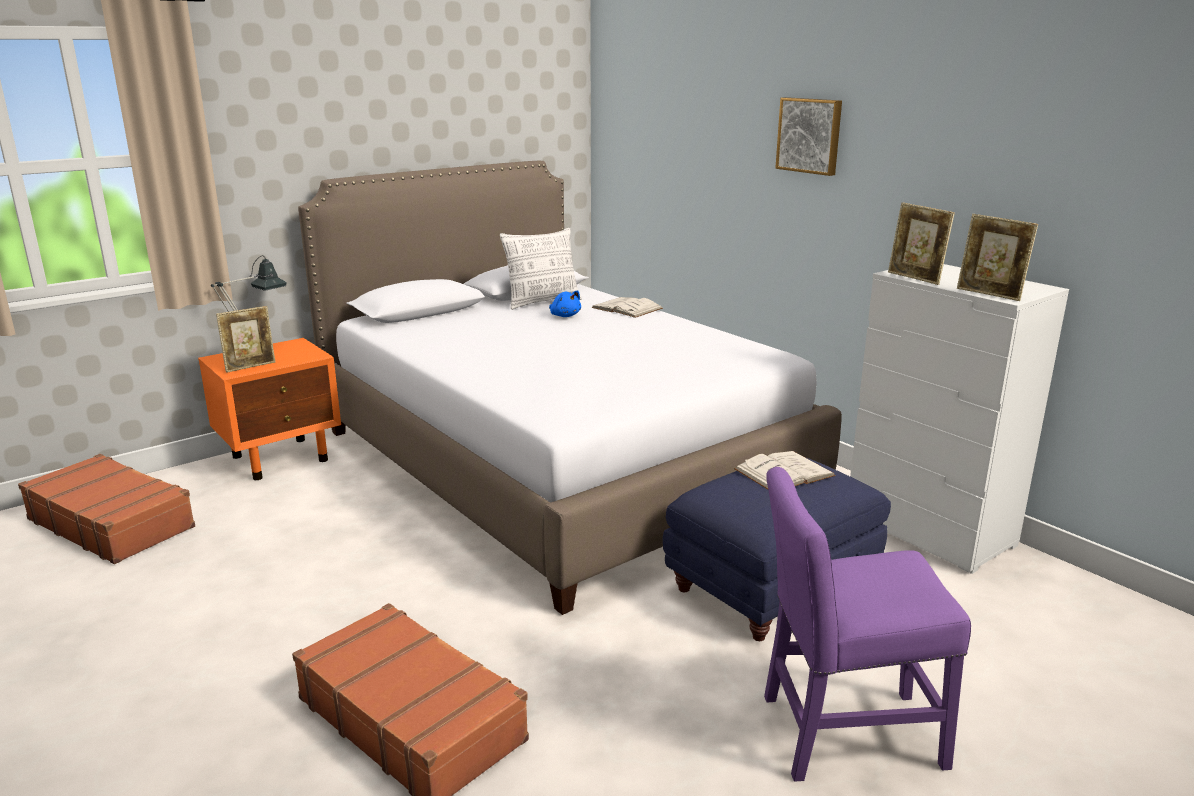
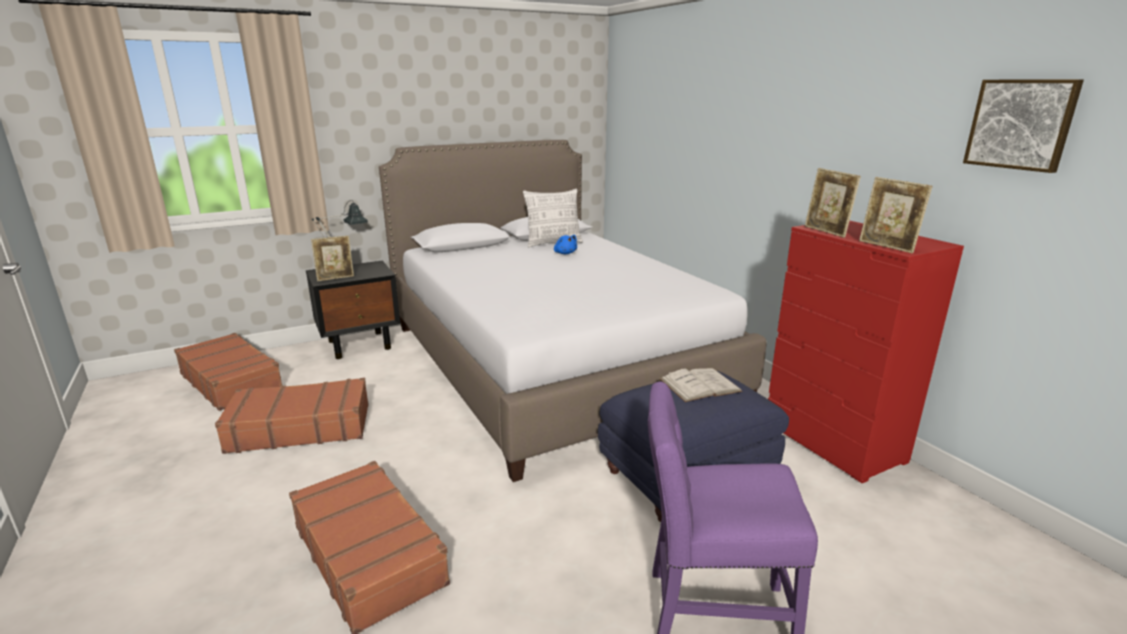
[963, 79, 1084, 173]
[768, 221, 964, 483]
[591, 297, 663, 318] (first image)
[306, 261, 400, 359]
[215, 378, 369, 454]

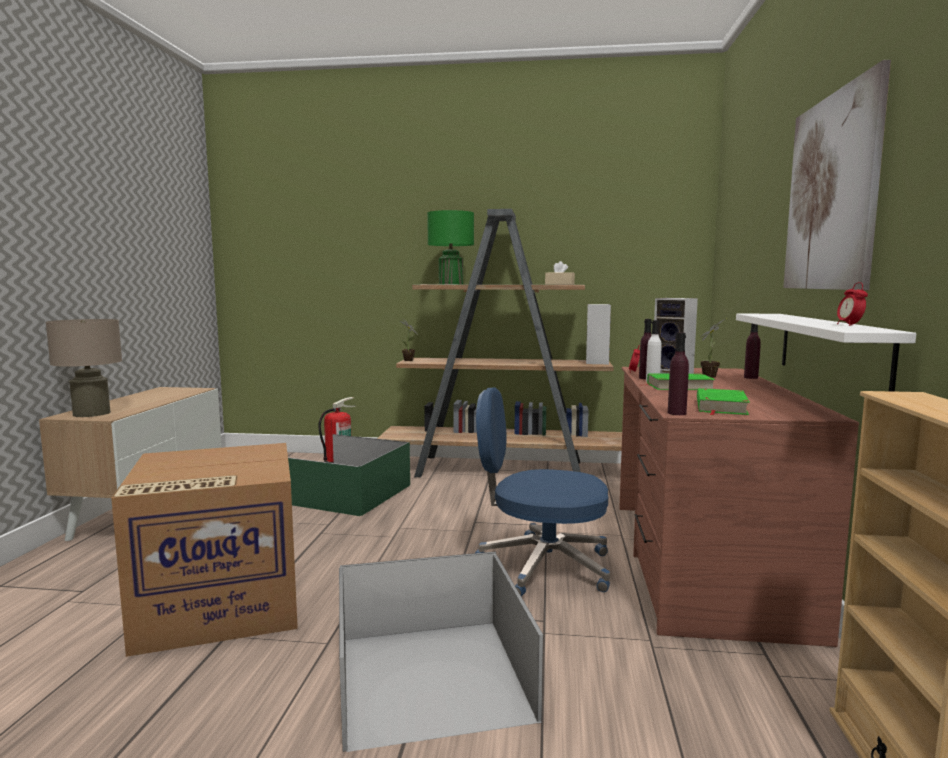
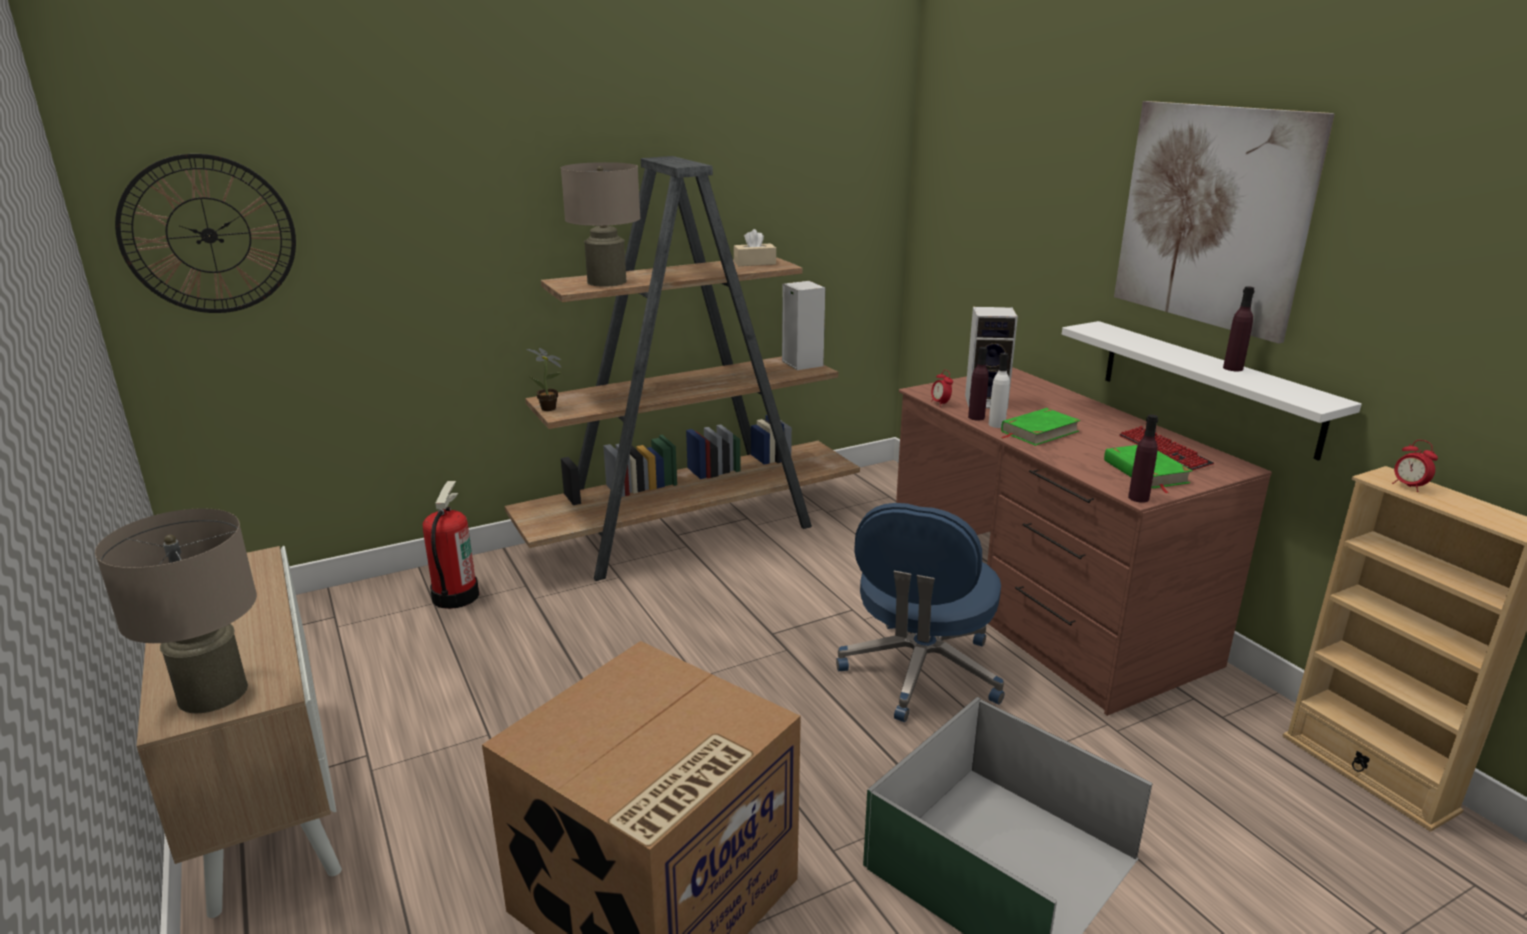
[561, 162, 640, 287]
[1392, 440, 1438, 492]
[700, 319, 725, 378] (first image)
[1223, 286, 1255, 371]
[836, 503, 1004, 722]
[288, 434, 410, 516] (first image)
[115, 154, 296, 313]
[1119, 426, 1214, 471]

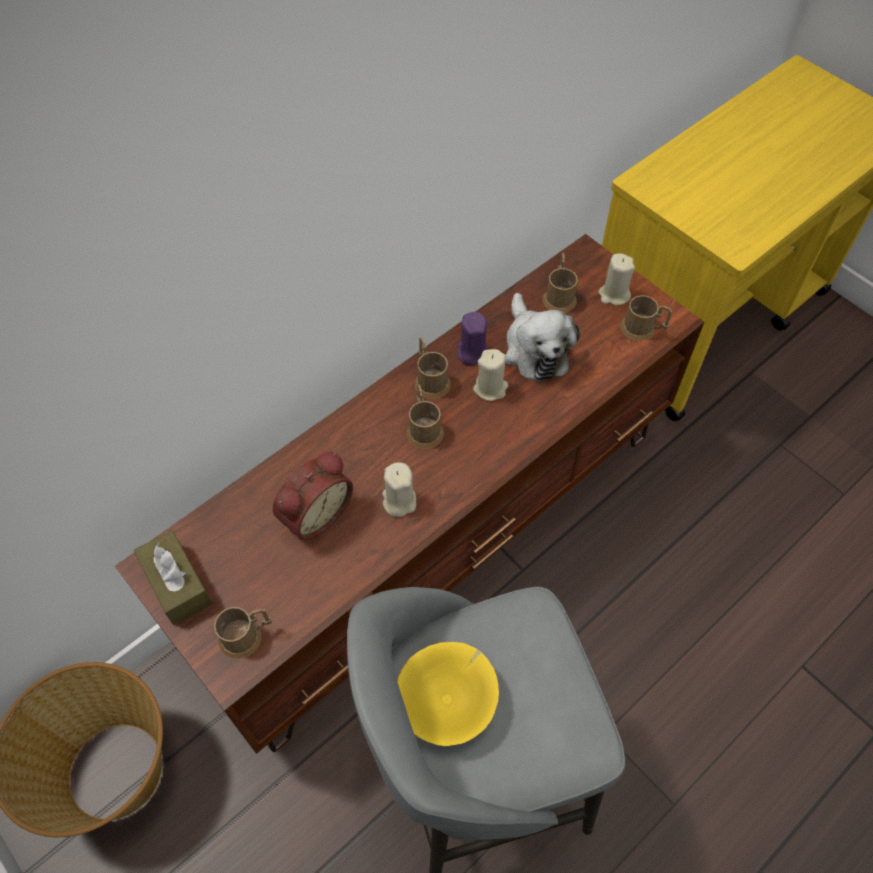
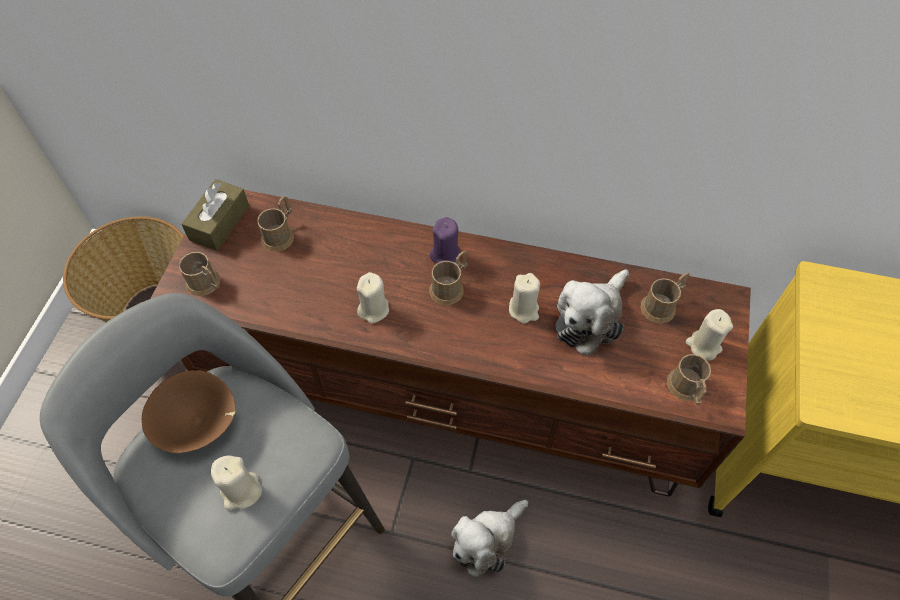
[429, 217, 460, 263]
[257, 196, 294, 252]
[273, 452, 353, 540] (first image)
[142, 370, 236, 453]
[211, 455, 262, 510]
[451, 500, 528, 578]

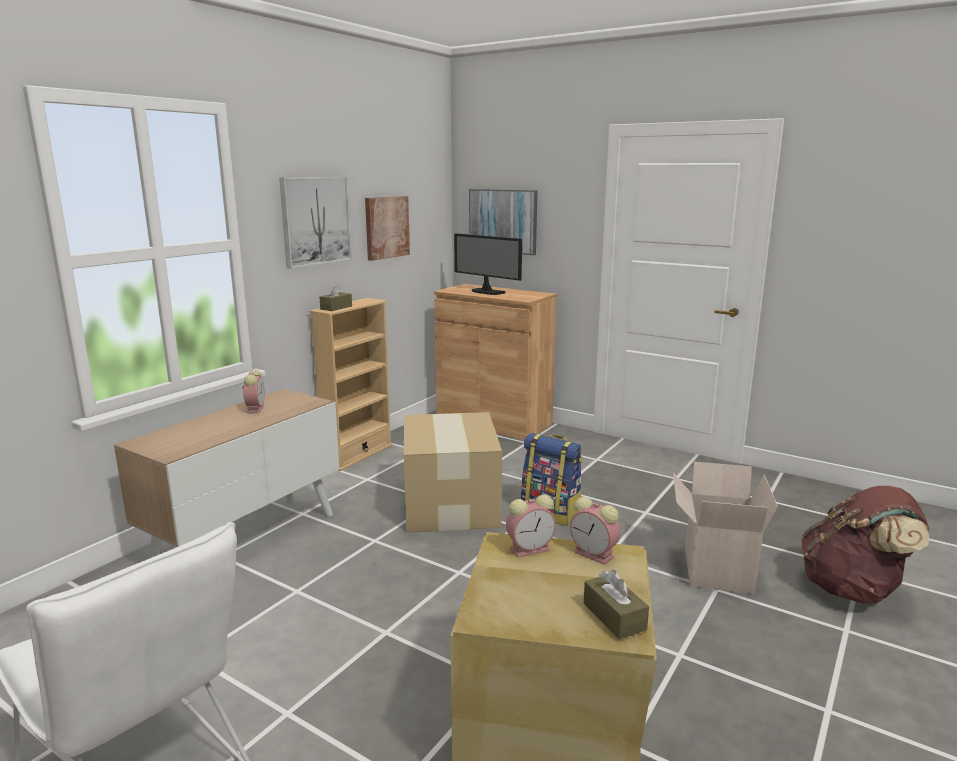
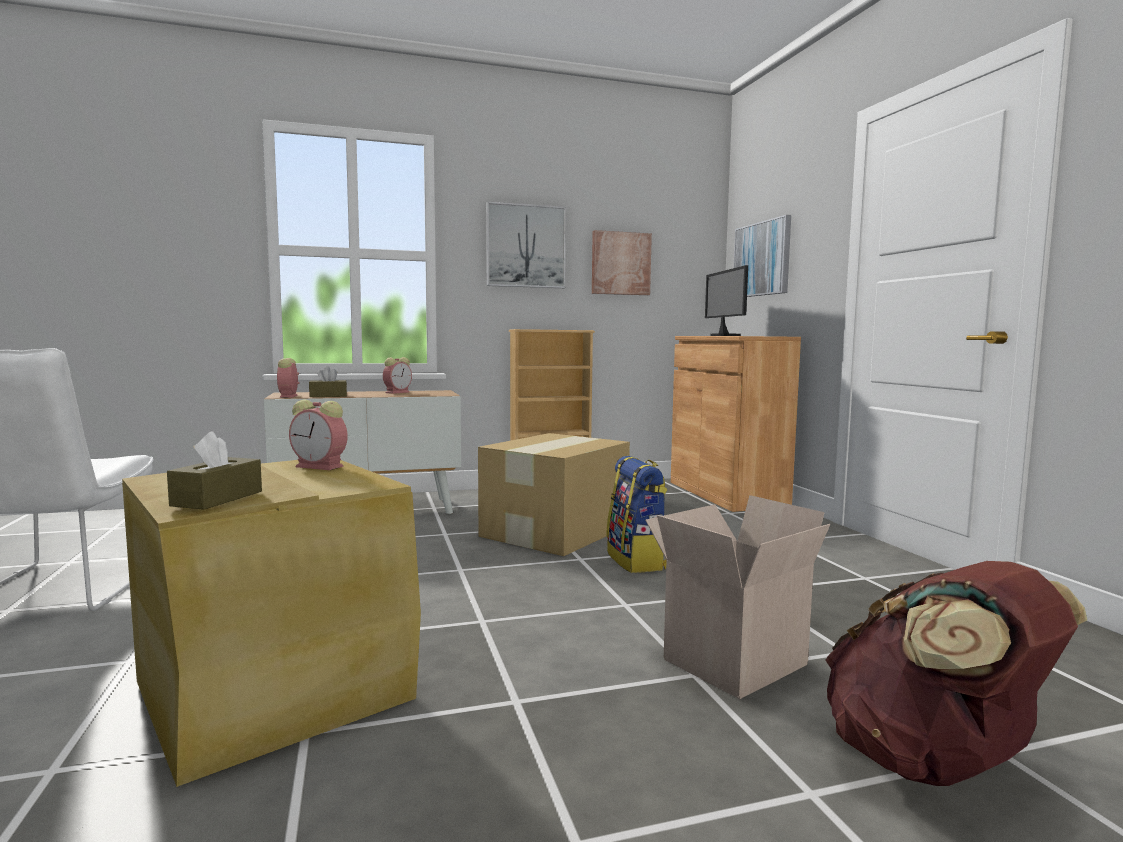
[309, 366, 347, 397]
[277, 358, 299, 398]

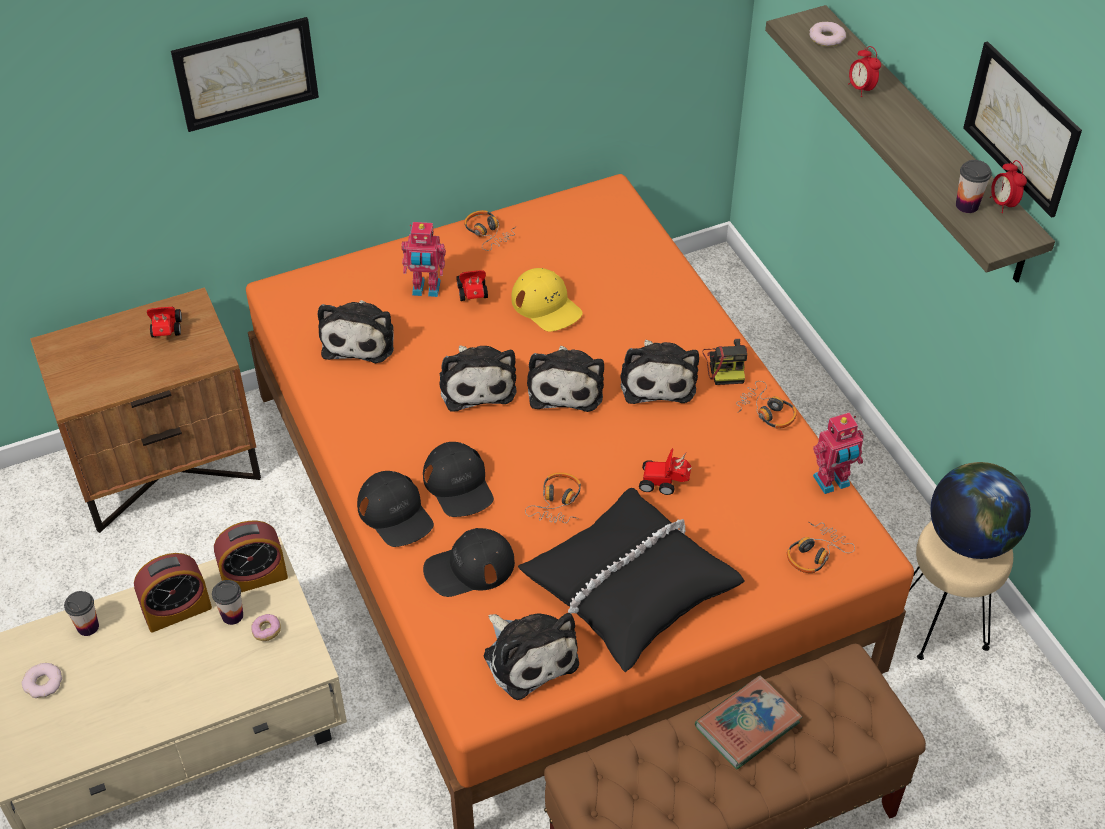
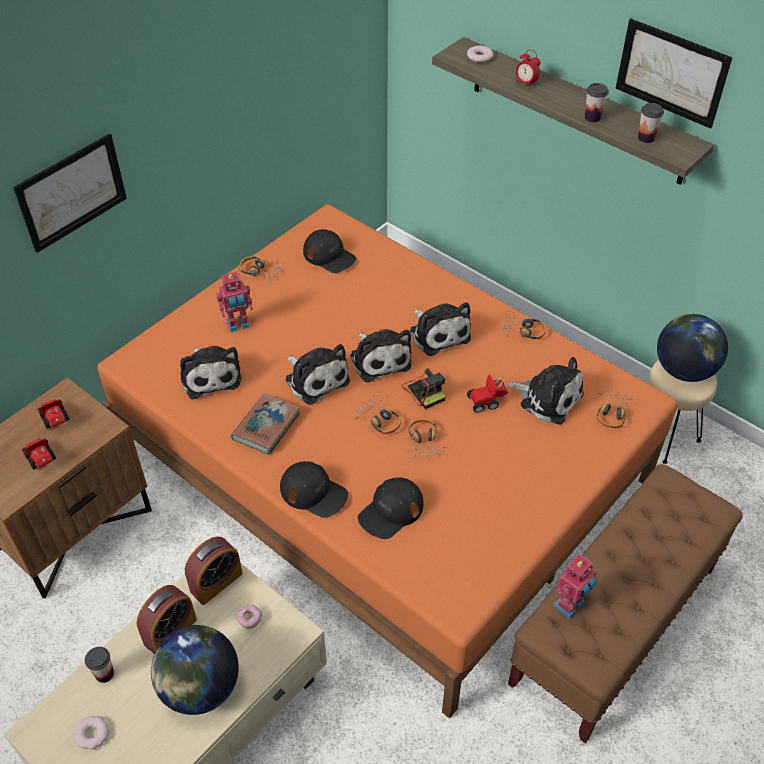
[990, 160, 1027, 213] (first image)
[511, 268, 583, 332] (first image)
[22, 439, 56, 470]
[402, 368, 446, 409]
[553, 554, 596, 619]
[303, 229, 357, 273]
[518, 488, 745, 672] (first image)
[585, 83, 609, 122]
[507, 357, 584, 424]
[231, 393, 300, 455]
[355, 395, 401, 434]
[151, 625, 239, 715]

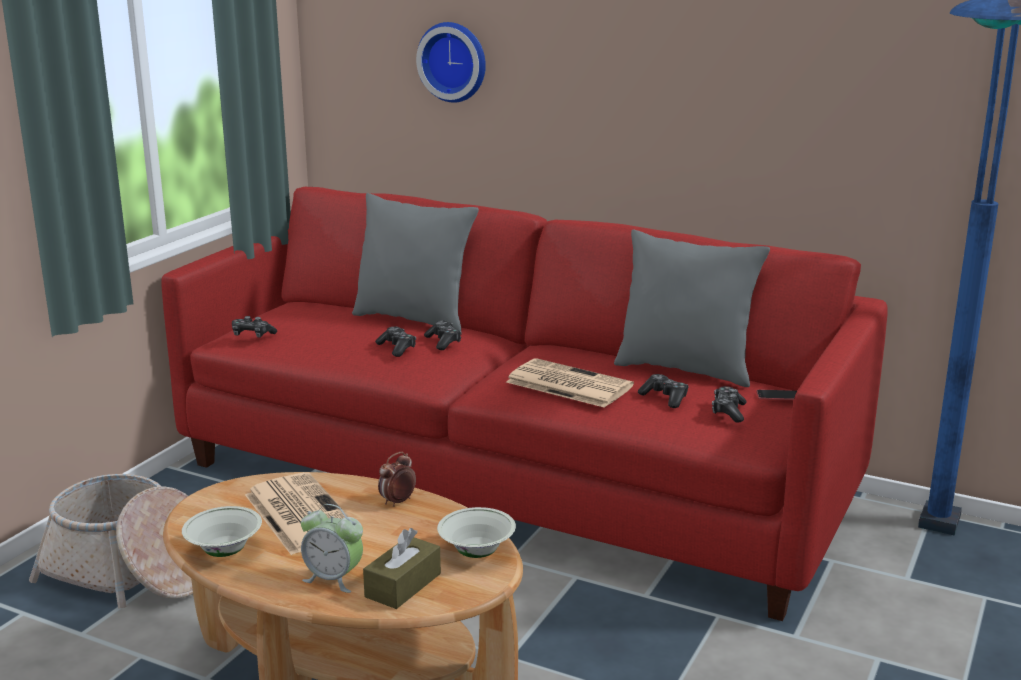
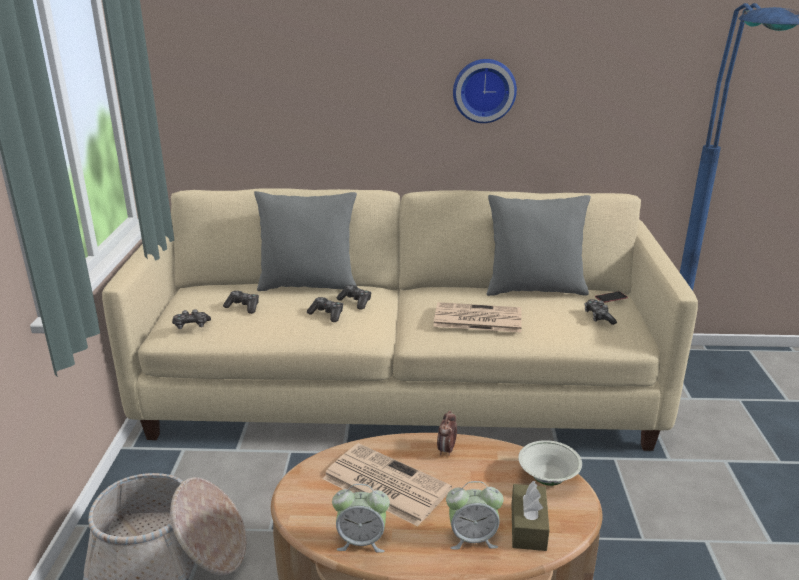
[453, 59, 517, 123]
[102, 188, 698, 451]
[223, 291, 259, 314]
[332, 484, 390, 553]

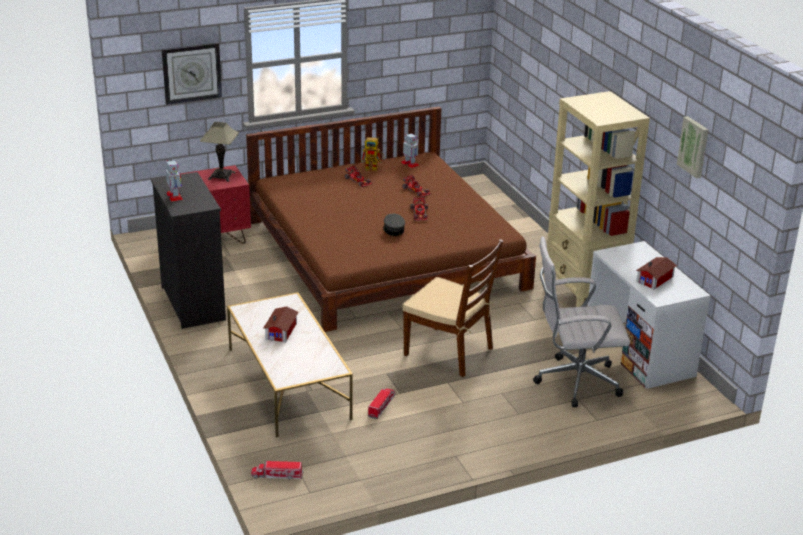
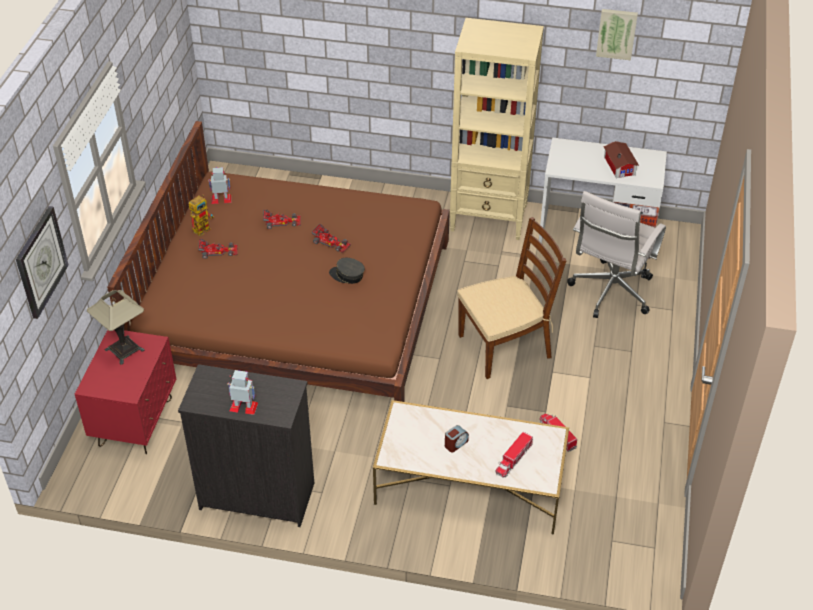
[445, 425, 469, 452]
[496, 432, 533, 477]

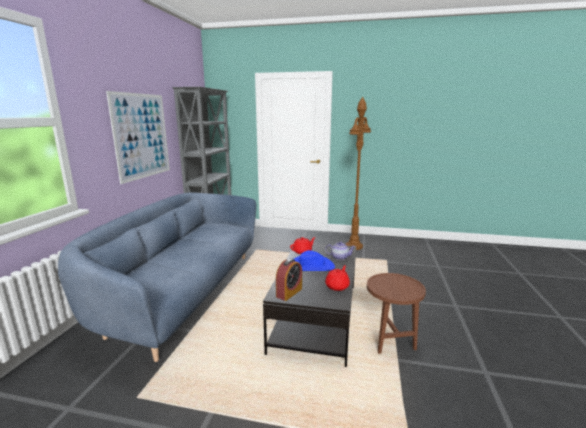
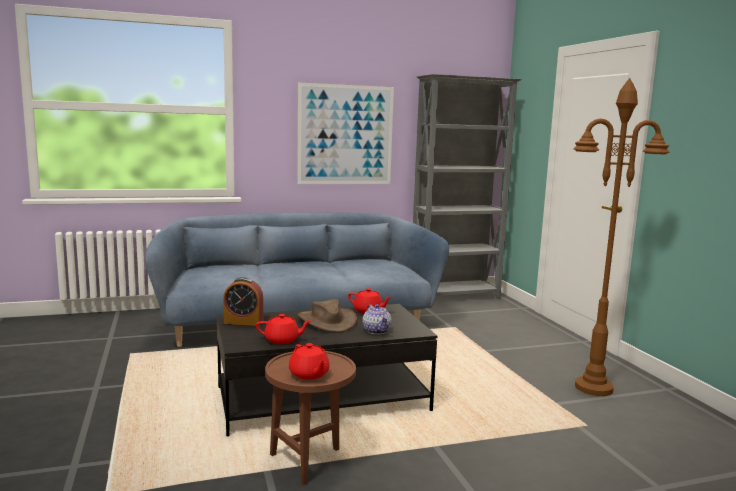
[298, 299, 357, 332]
[289, 343, 330, 379]

